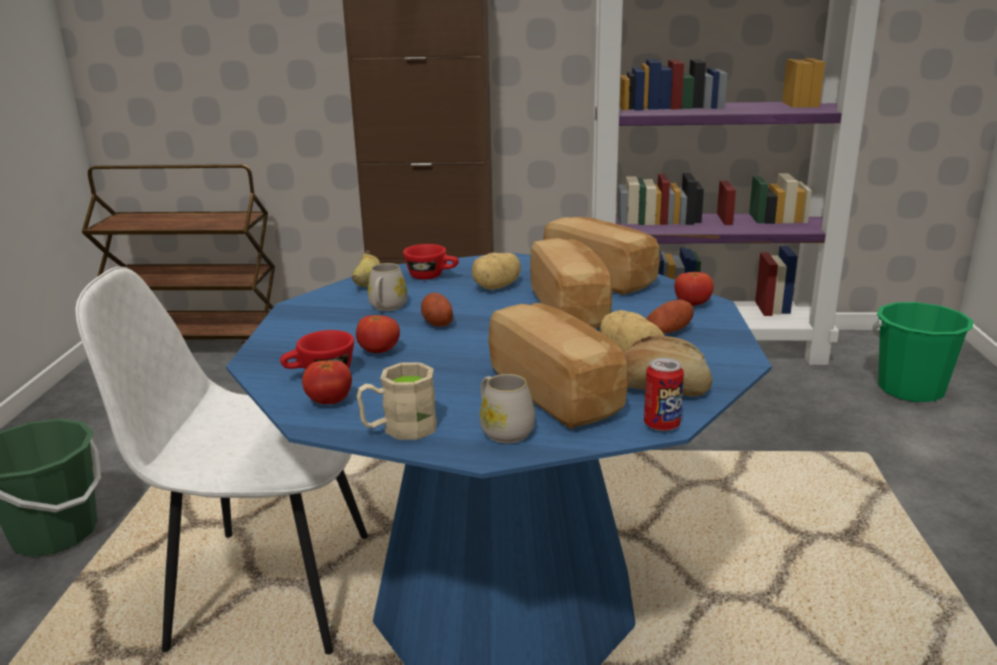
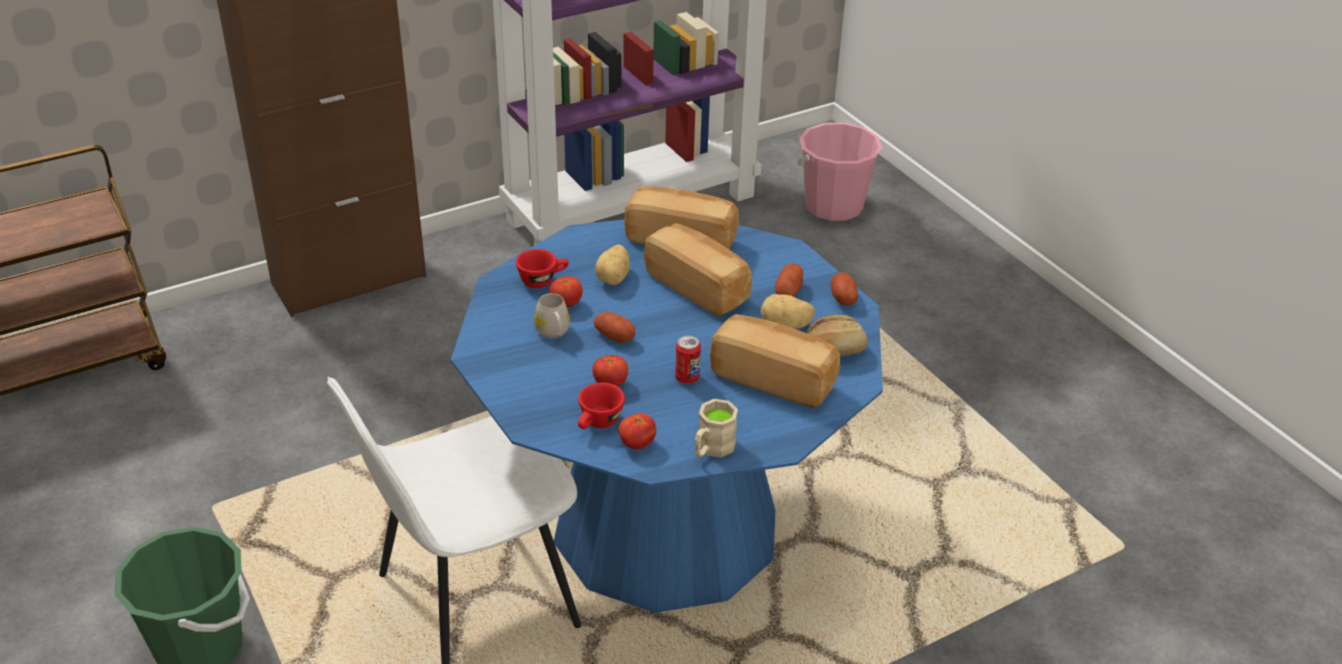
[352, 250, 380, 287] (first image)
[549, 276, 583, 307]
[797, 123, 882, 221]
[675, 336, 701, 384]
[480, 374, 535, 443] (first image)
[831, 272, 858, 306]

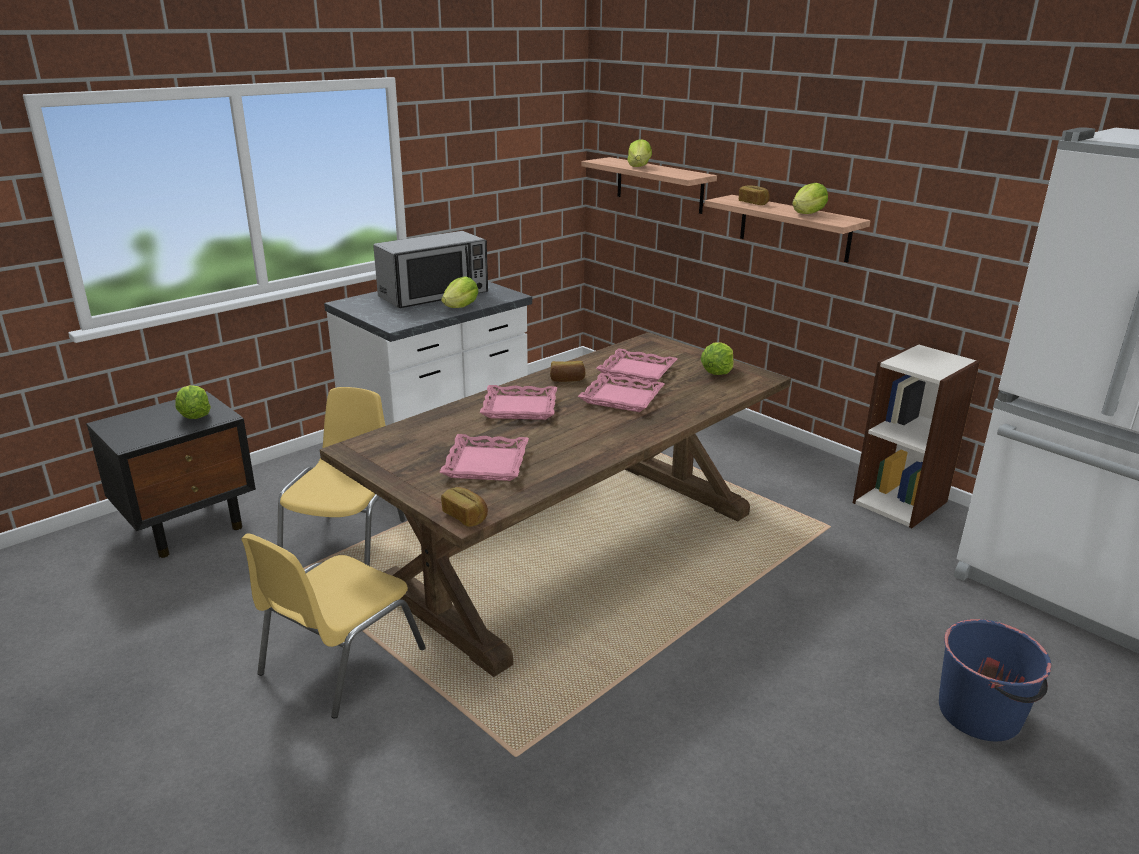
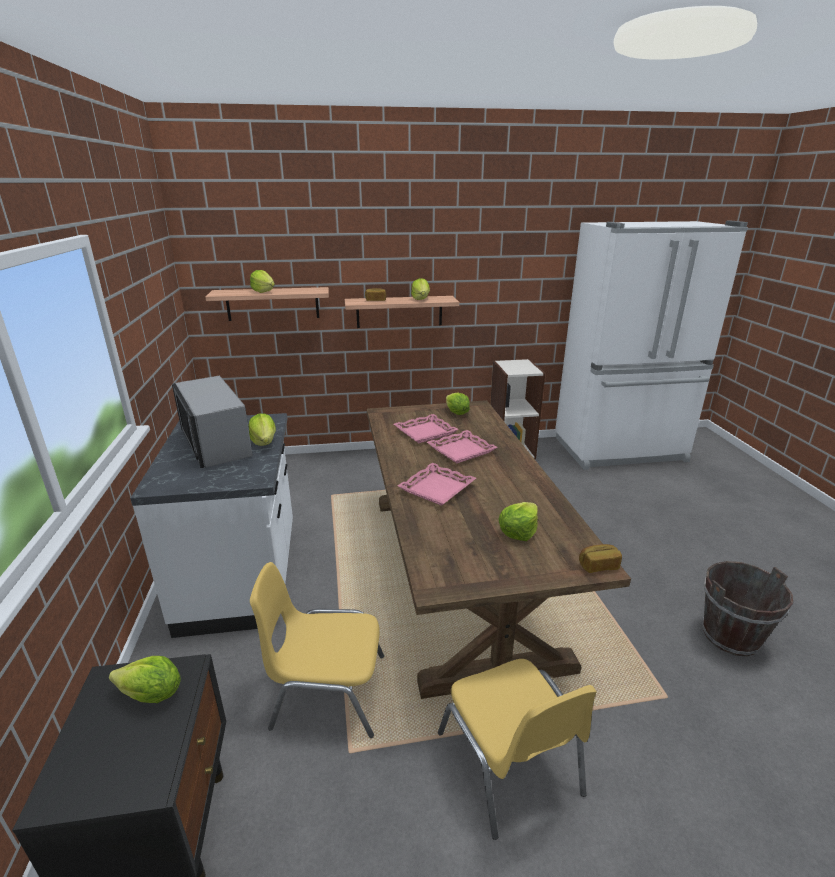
[172, 376, 253, 468]
[550, 361, 585, 382] (first image)
[250, 562, 384, 738]
[498, 502, 538, 541]
[939, 619, 1051, 741] (first image)
[702, 561, 793, 656]

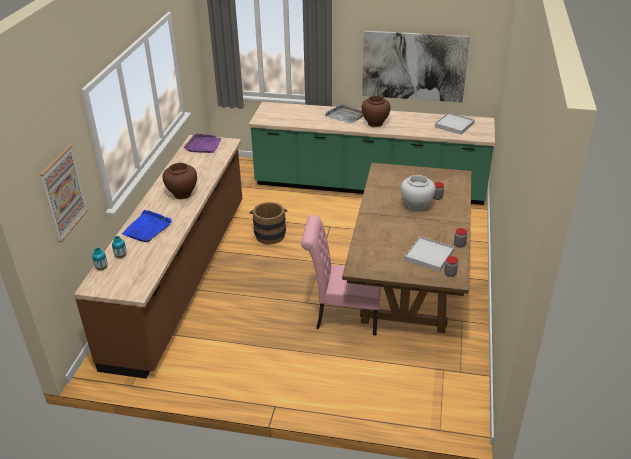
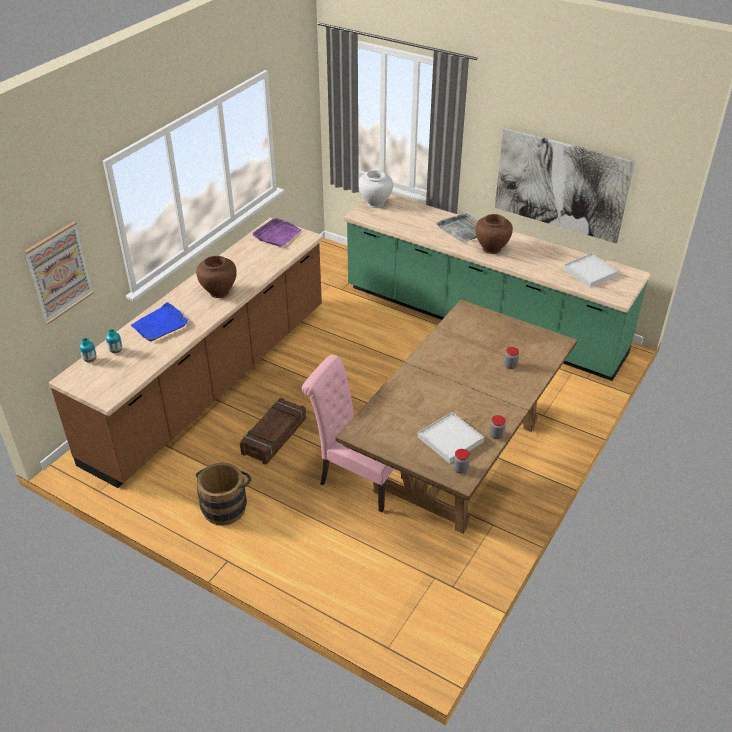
[359, 170, 393, 208]
[196, 463, 252, 525]
[240, 398, 306, 465]

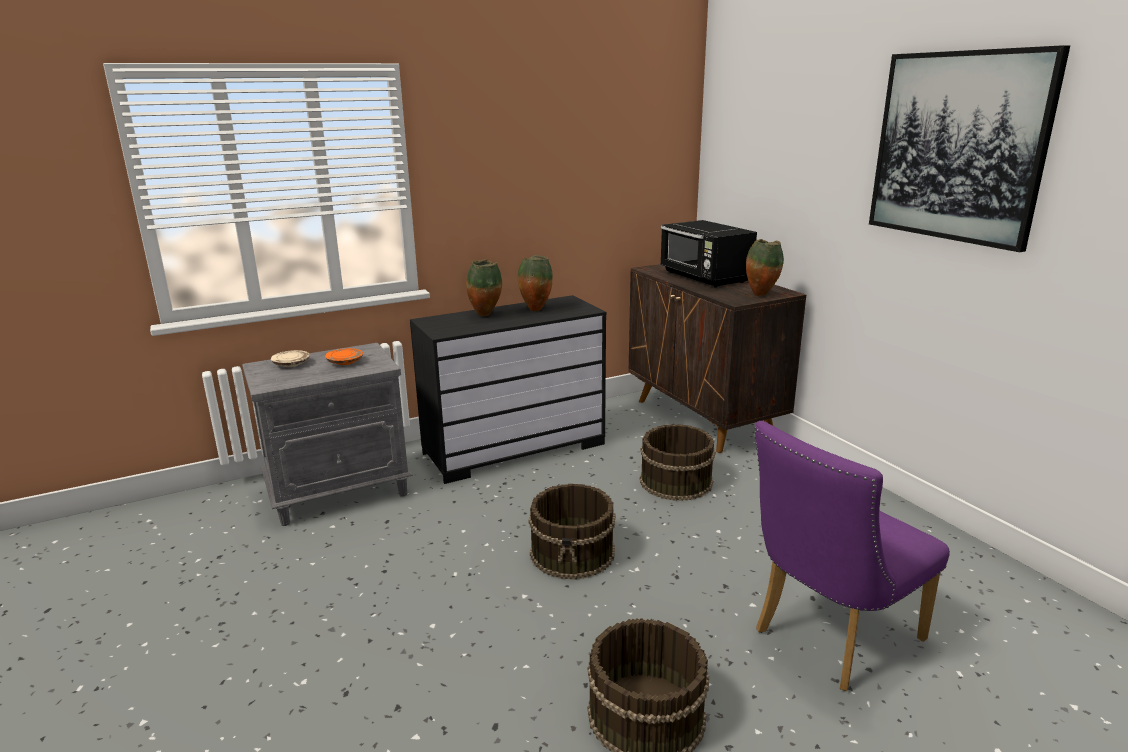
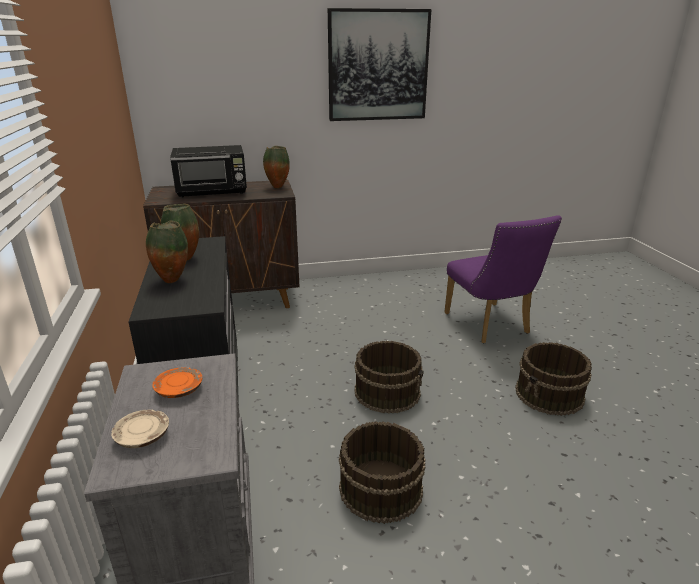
[339, 421, 425, 524]

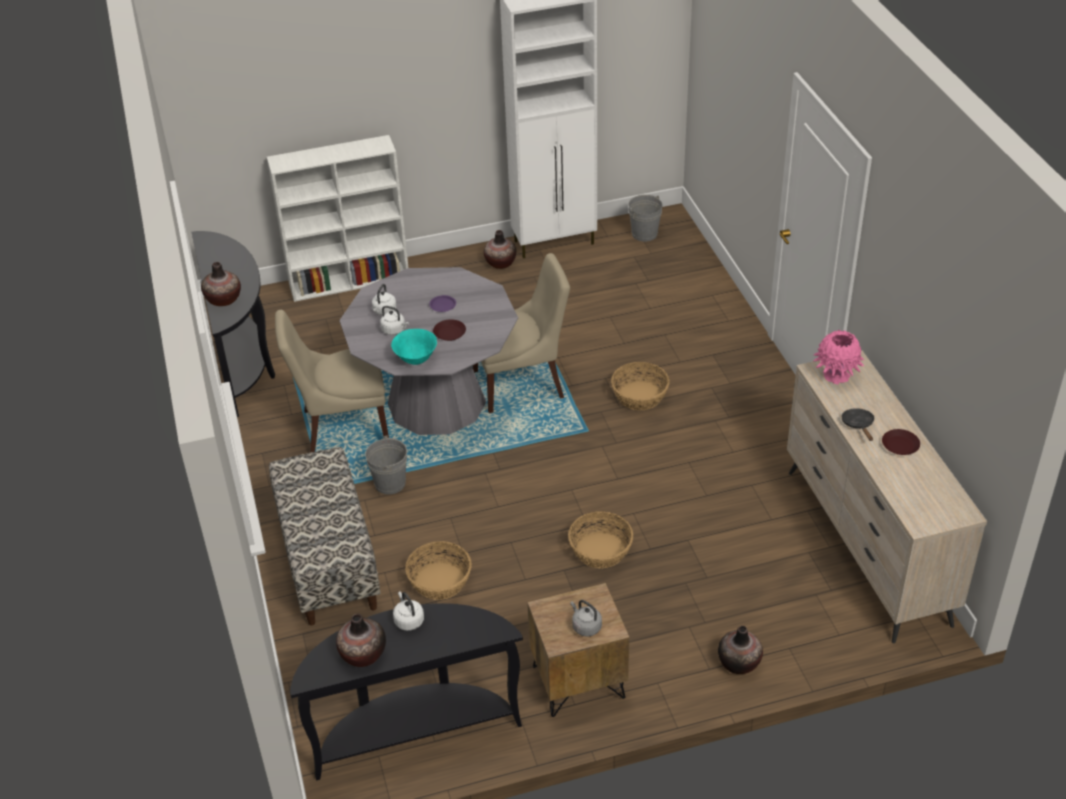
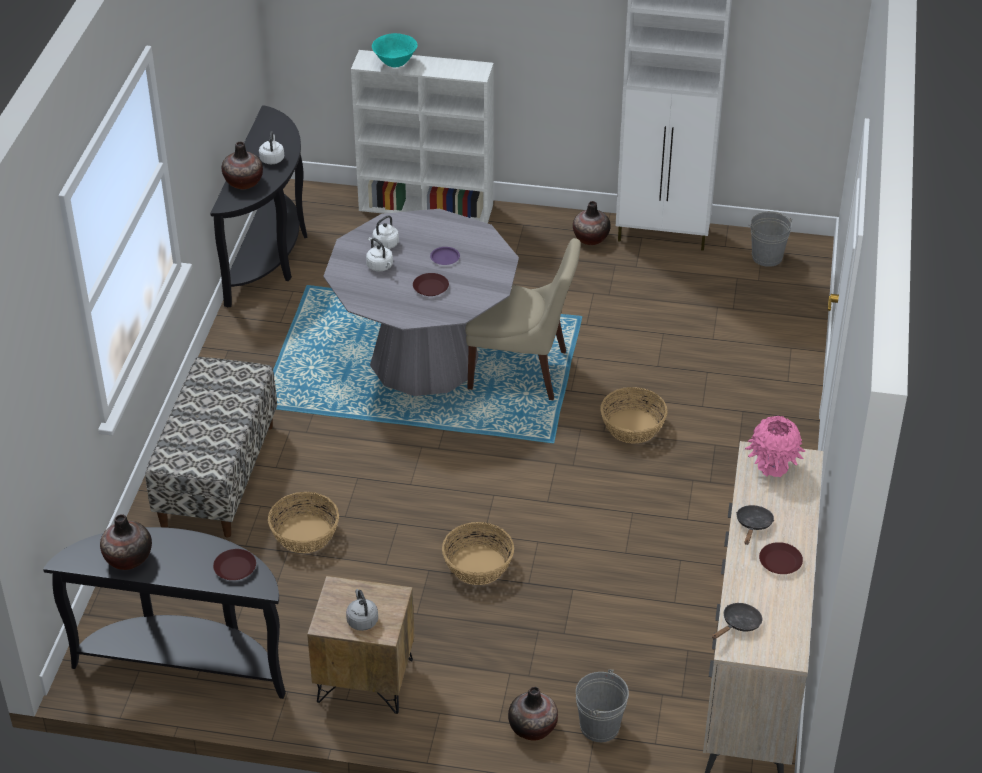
[275, 310, 389, 453] (first image)
[372, 33, 418, 67]
[576, 670, 629, 742]
[259, 131, 284, 164]
[213, 549, 256, 580]
[712, 603, 762, 640]

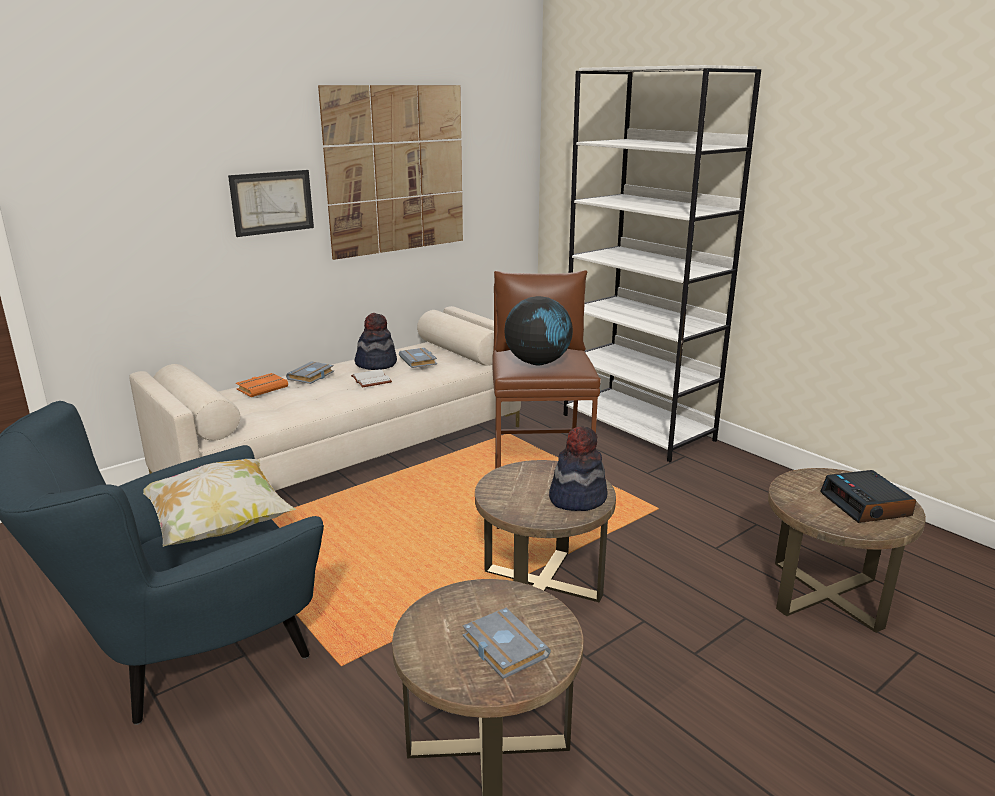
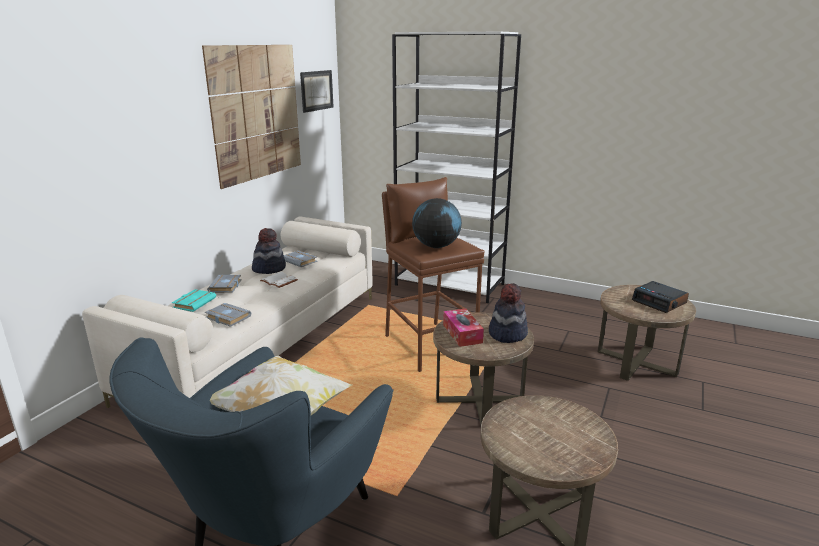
[300, 70, 334, 113]
[172, 289, 216, 312]
[205, 303, 251, 327]
[443, 308, 484, 347]

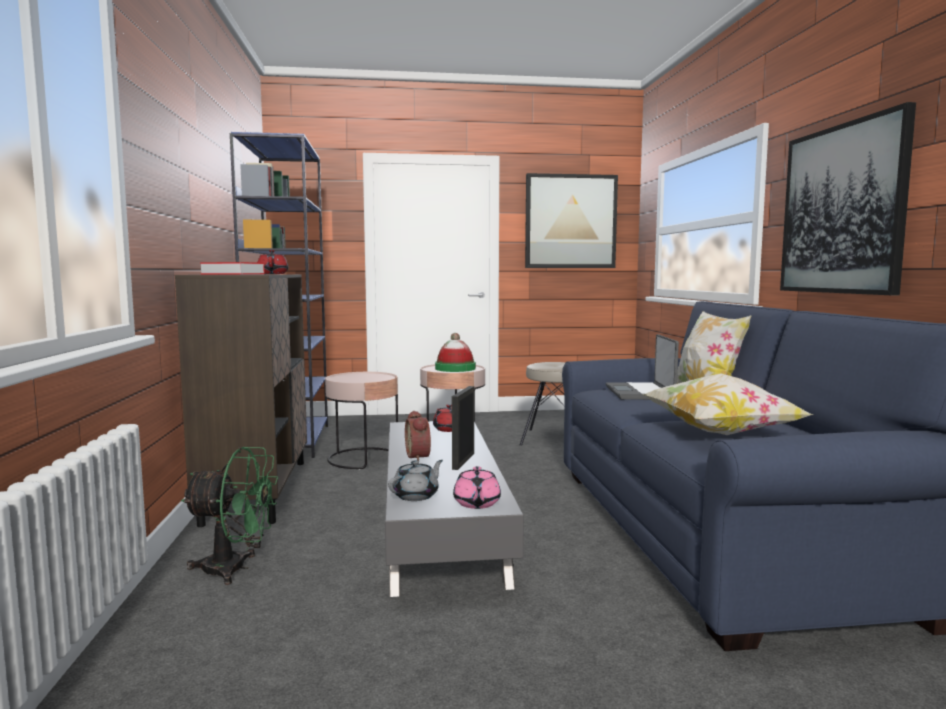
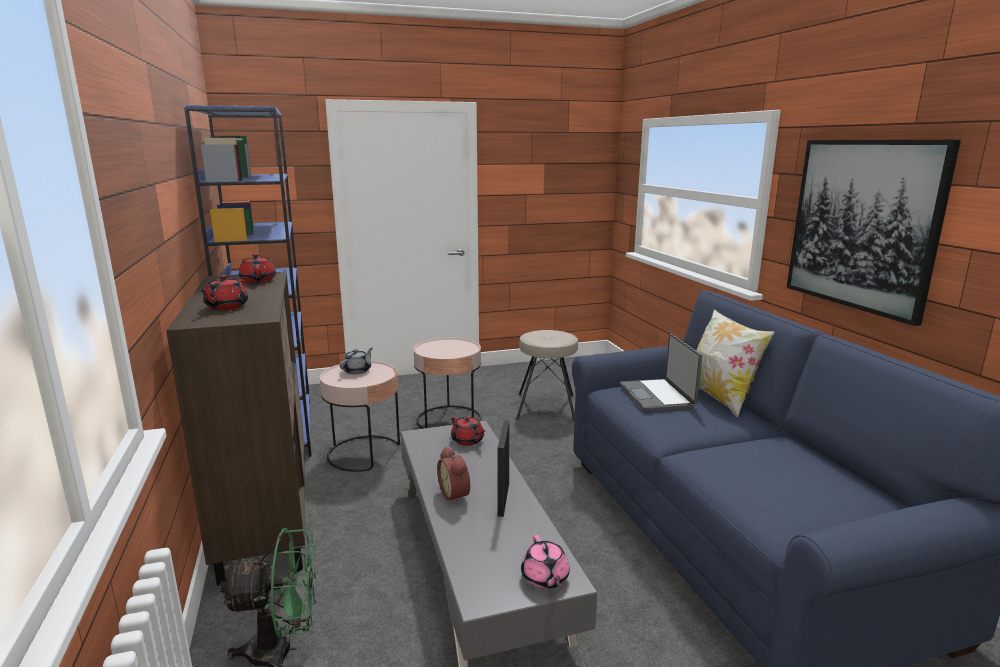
[525, 173, 618, 268] (first image)
[200, 275, 248, 310]
[435, 333, 476, 372] (first image)
[643, 373, 814, 435] (first image)
[340, 347, 373, 374]

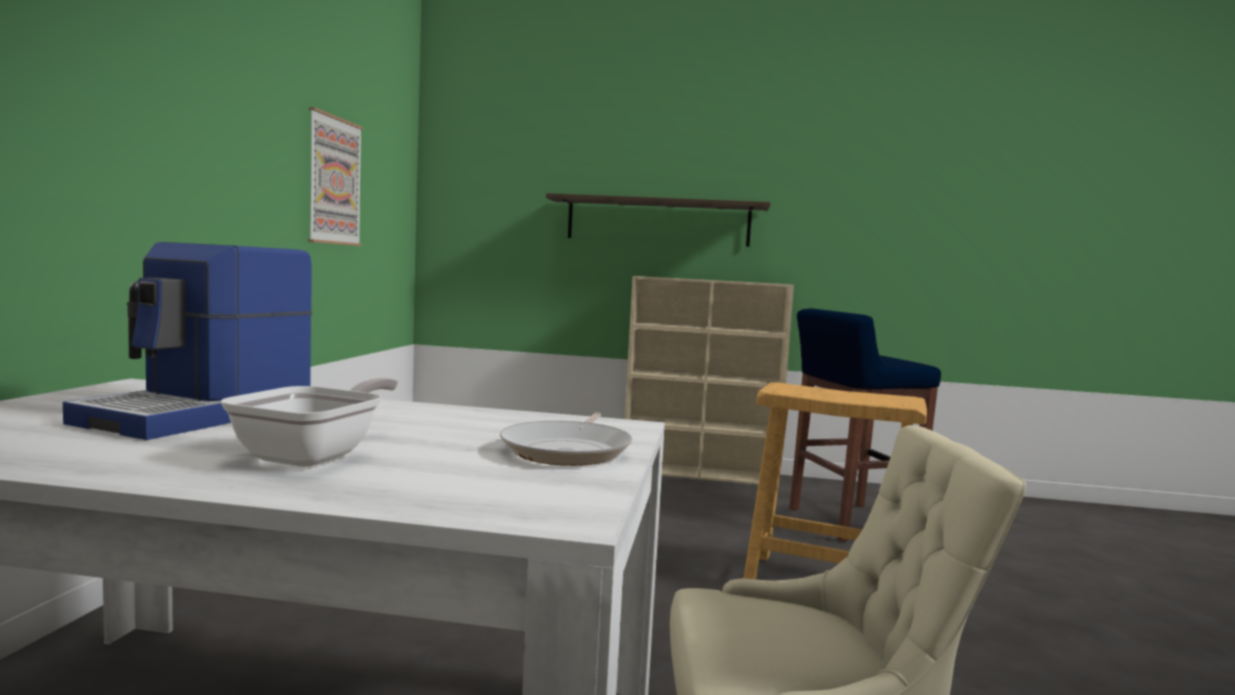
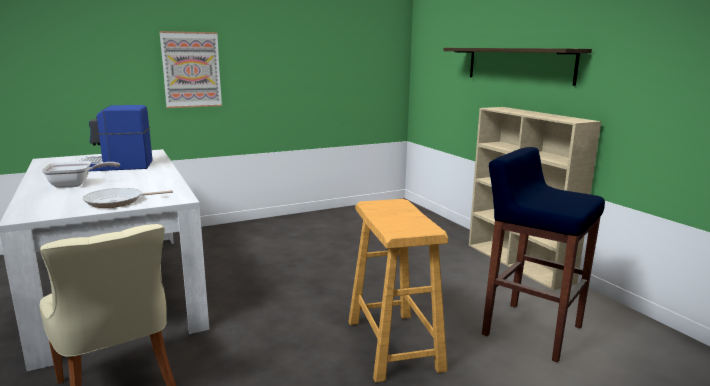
[159, 31, 222, 108]

